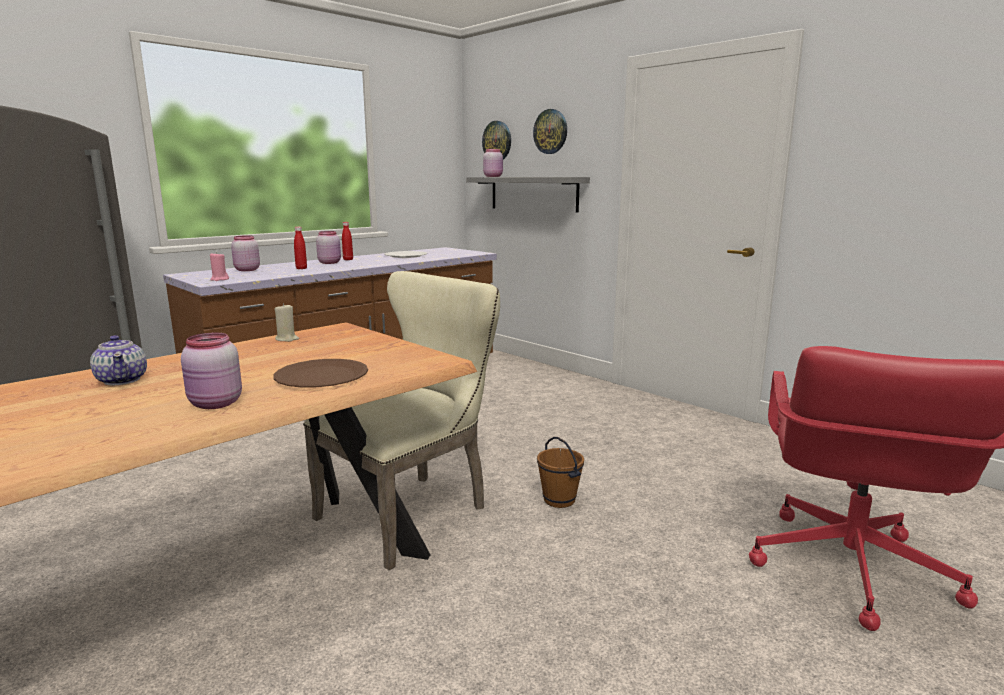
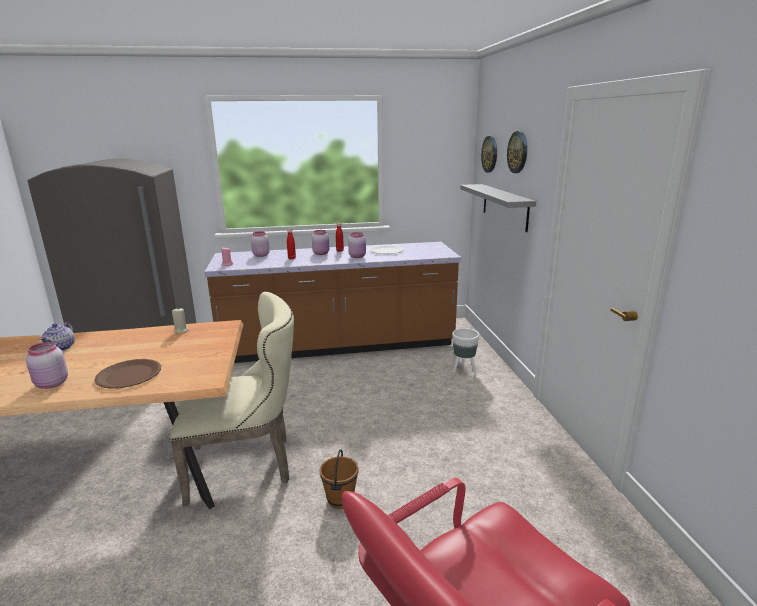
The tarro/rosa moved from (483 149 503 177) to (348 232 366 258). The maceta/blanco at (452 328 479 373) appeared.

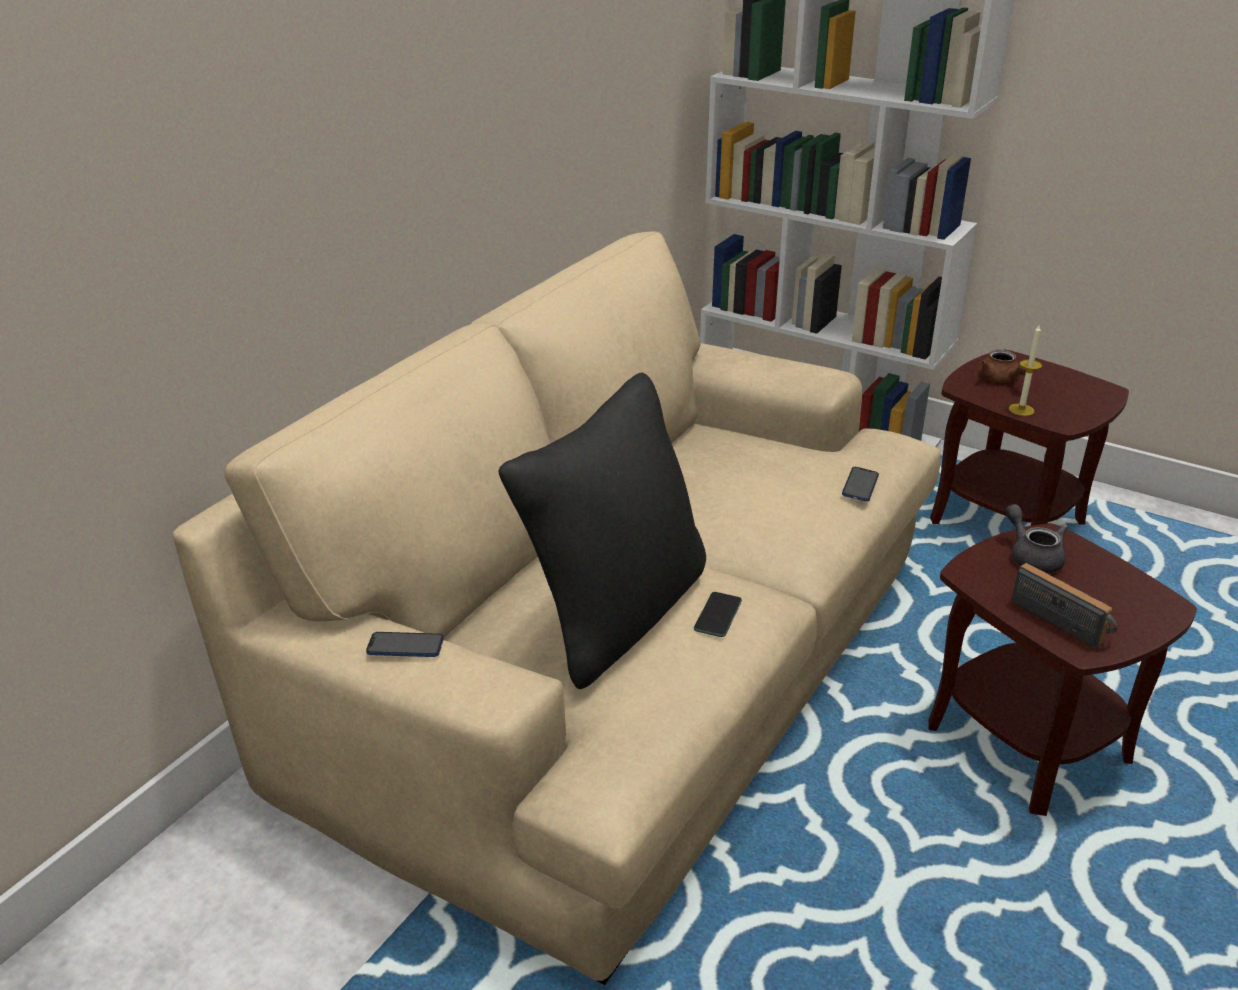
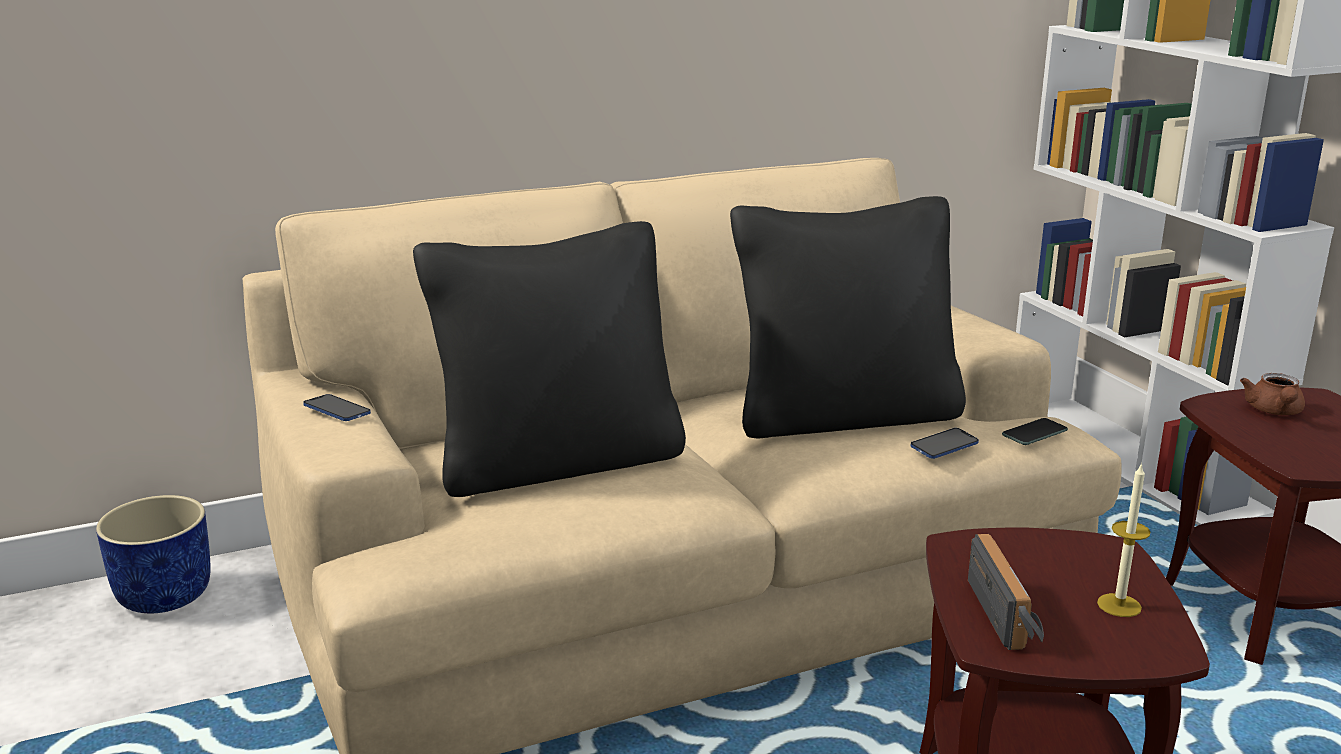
The móvil moved from (694 592 742 637) to (1002 418 1068 445). The tetera/gris at (1006 504 1068 573) disappeared. The vela moved from (1009 325 1042 416) to (1097 463 1150 617). The maceta/azul at (96 495 210 613) appeared. The cojín/negro at (730 196 966 438) appeared.

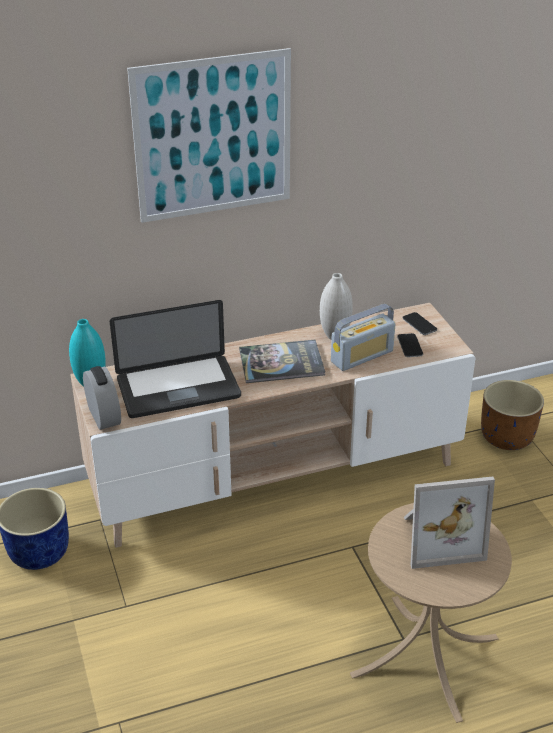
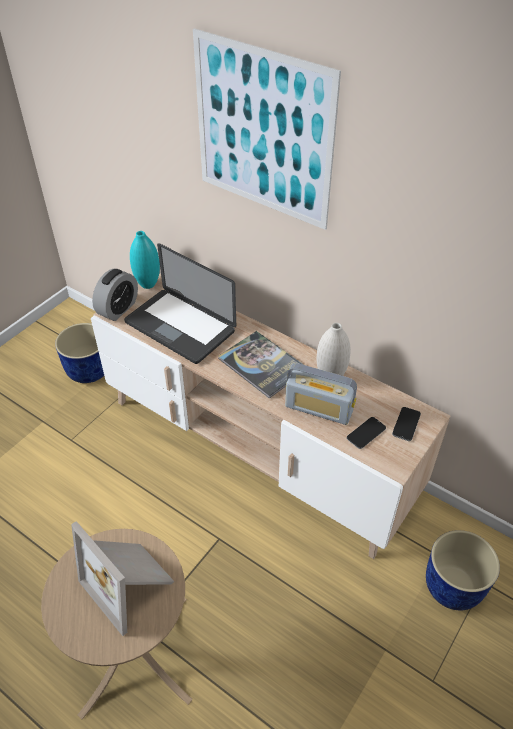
The maceta/marrón at (481 380 544 450) became the maceta/azul at (426 530 500 610).

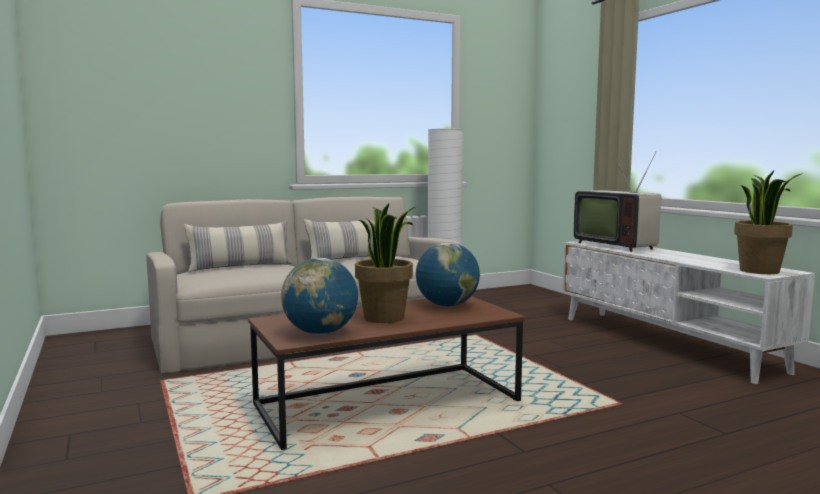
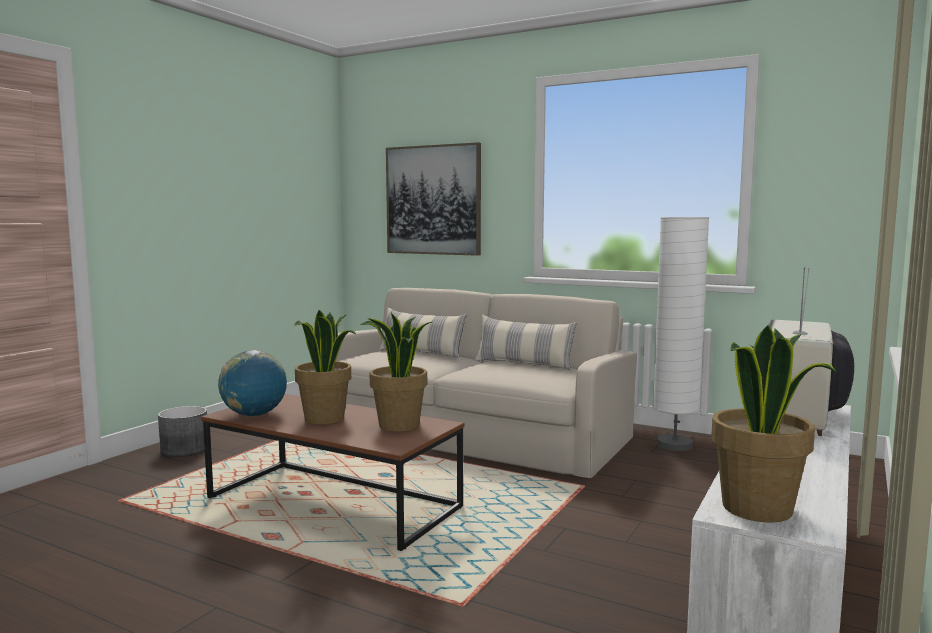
The globo terráqueo at (416 242 480 307) was replaced by the planta en maceta at (360 313 432 432). The maceta/gris at (158 406 207 457) appeared. The cuadro at (386 142 481 256) appeared.

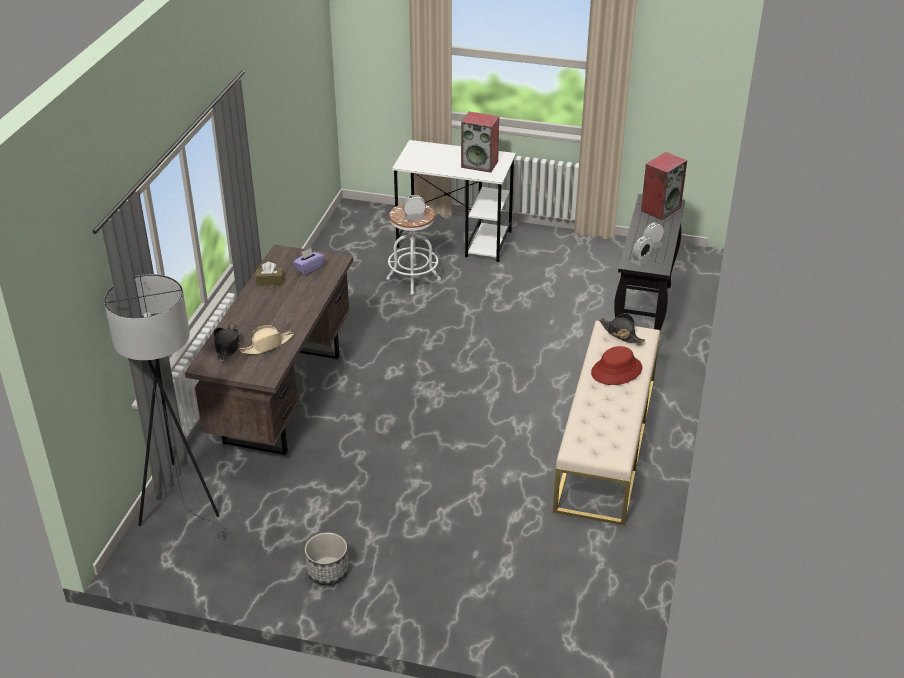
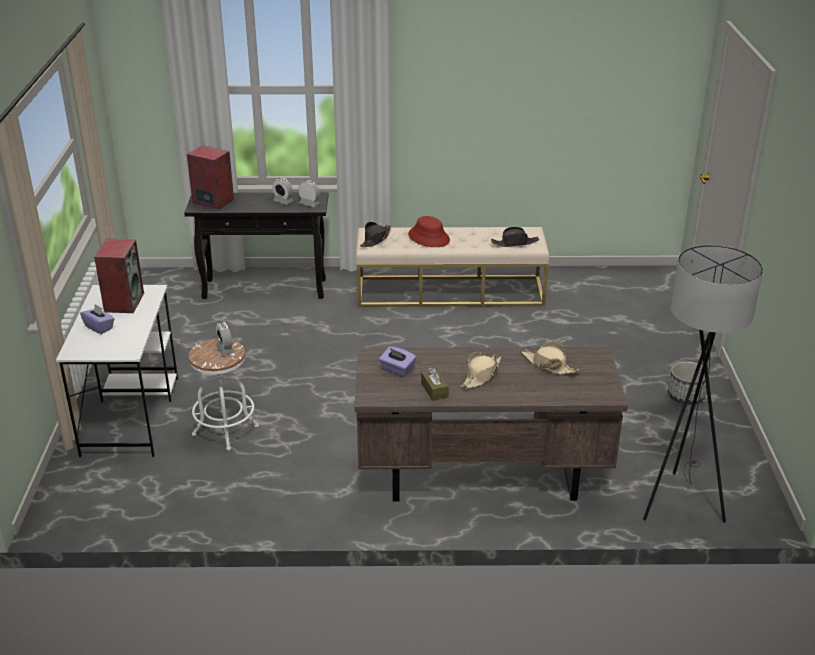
The sombrero/negro moved from (213 324 240 363) to (491 227 539 247). The caja de pañuelos/morado at (80 304 114 334) appeared. The sombrero/beis at (461 352 502 389) appeared.

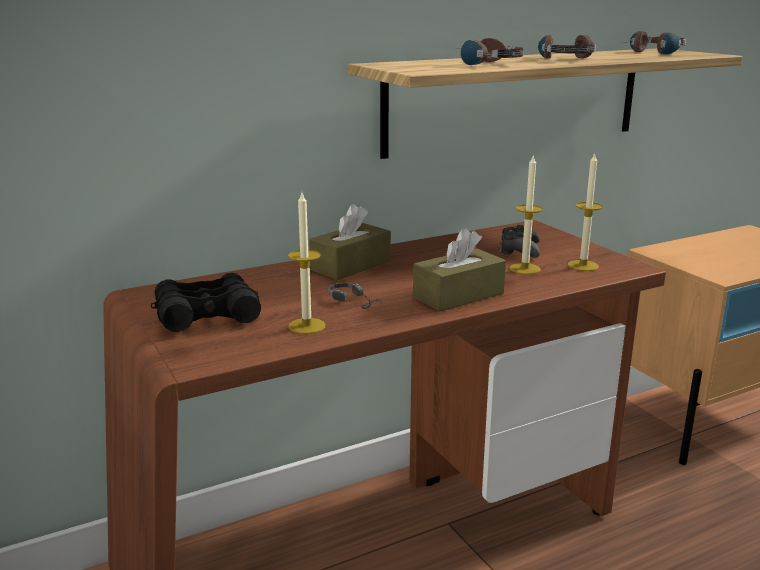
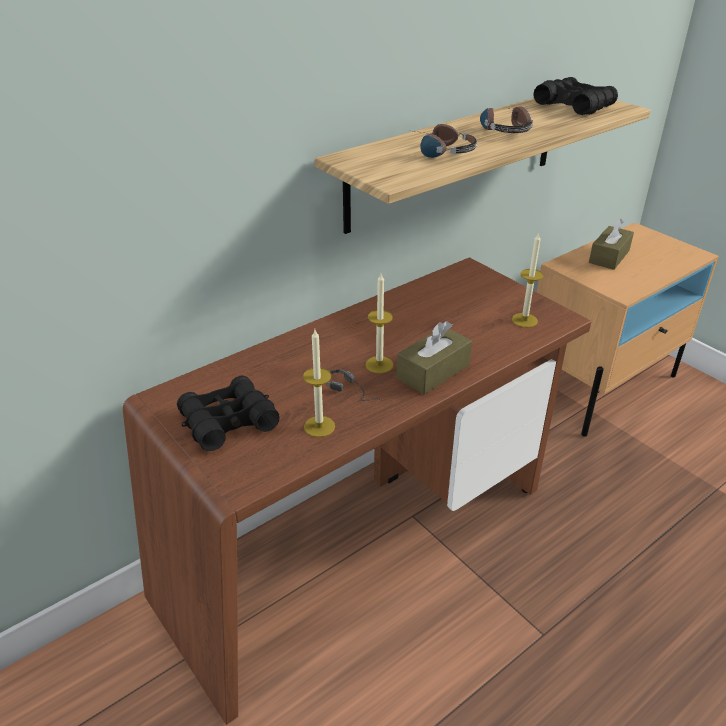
The caja de pañuelos/marrón moved from (309 204 391 280) to (589 219 634 270). The mando de consola/negro at (499 225 540 257) disappeared. The vela moved from (509 156 543 274) to (365 274 394 373). The auriculares at (620 31 686 54) was replaced by the prismáticos/negro at (534 77 618 115).

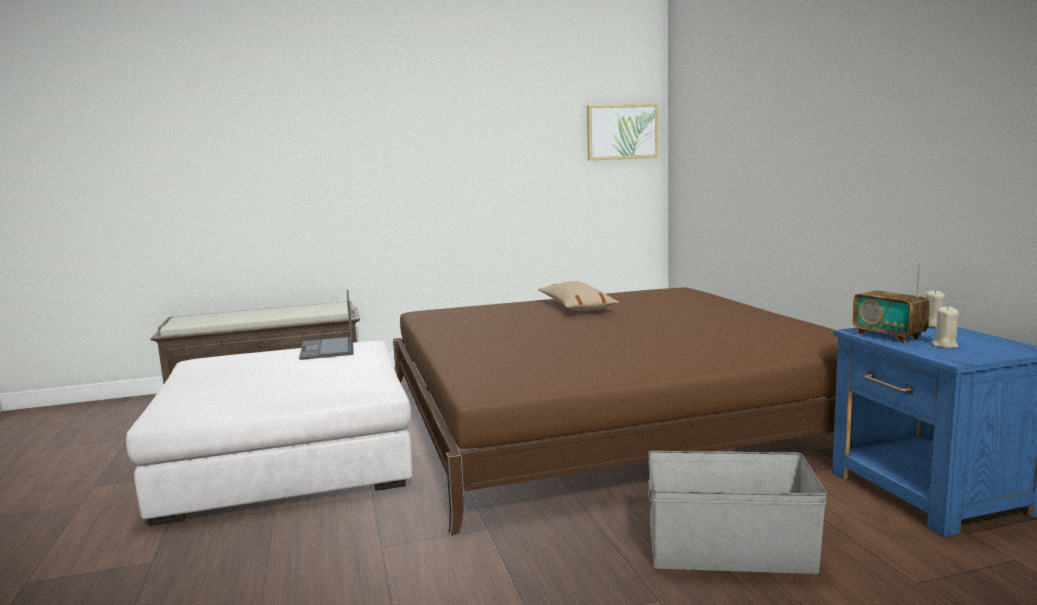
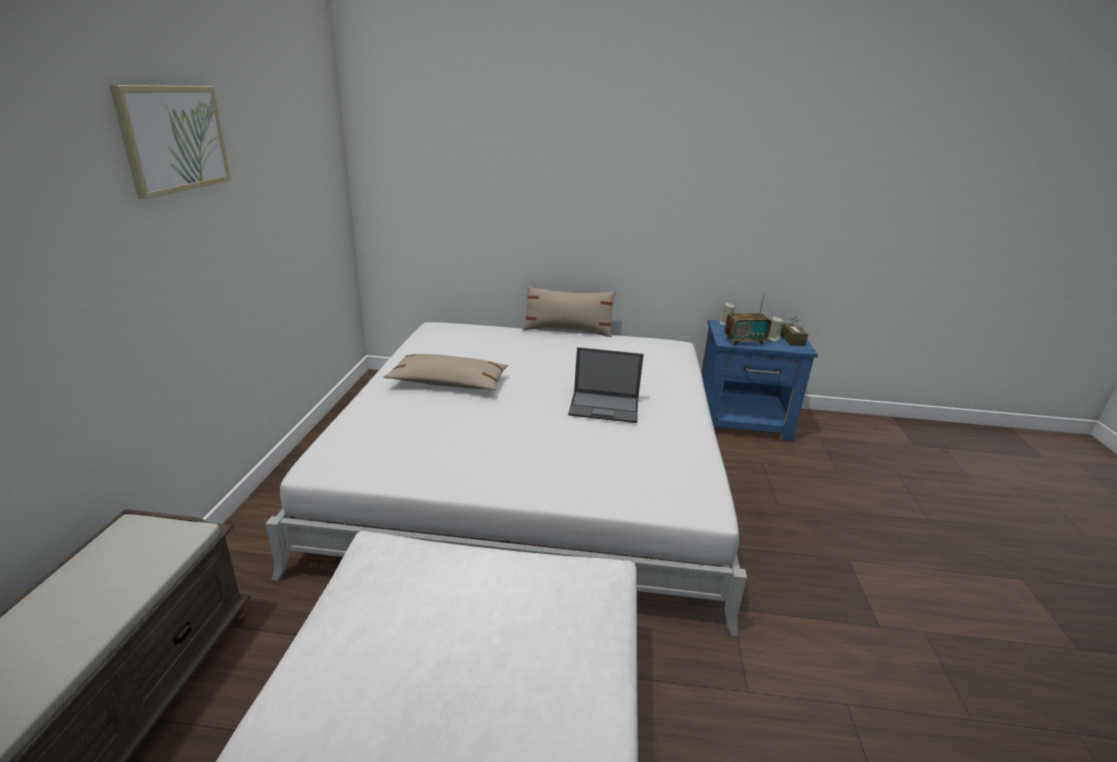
The portátil moved from (299 290 354 360) to (568 347 644 423). The cama/marrón at (393 288 838 536) became the cama/blanco at (265 322 747 636). The cuadro moved from (587 103 658 160) to (109 85 231 199). The caja de almacenaje/gris at (648 451 827 574) disappeared. The cojín/beis at (523 286 616 337) appeared. The caja de pañuelos/marrón at (780 317 808 346) appeared.

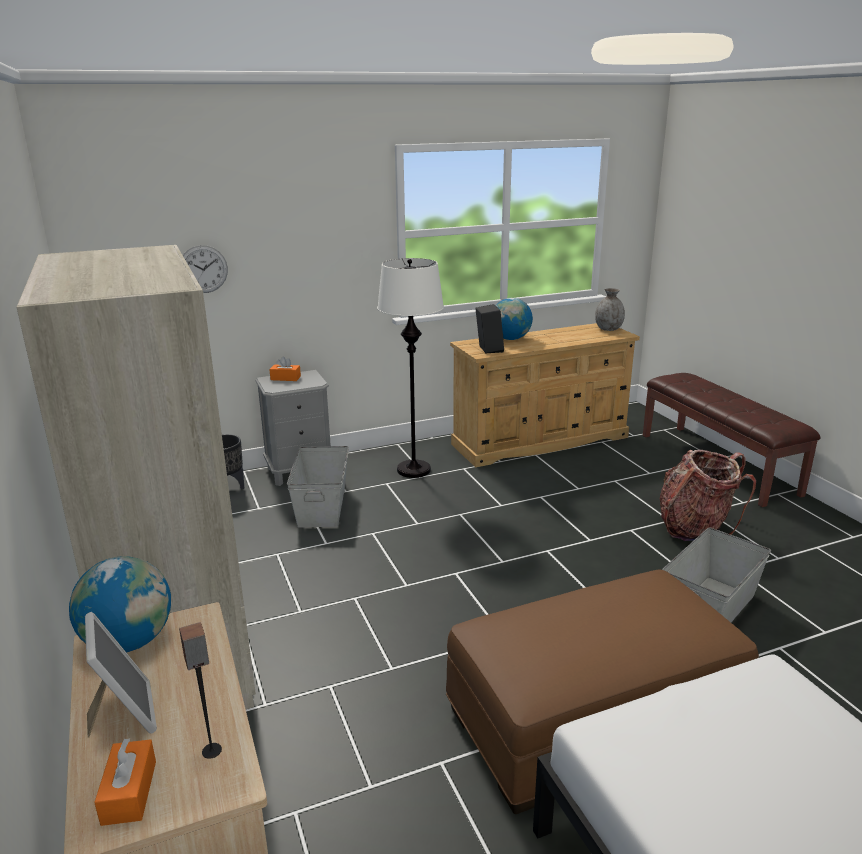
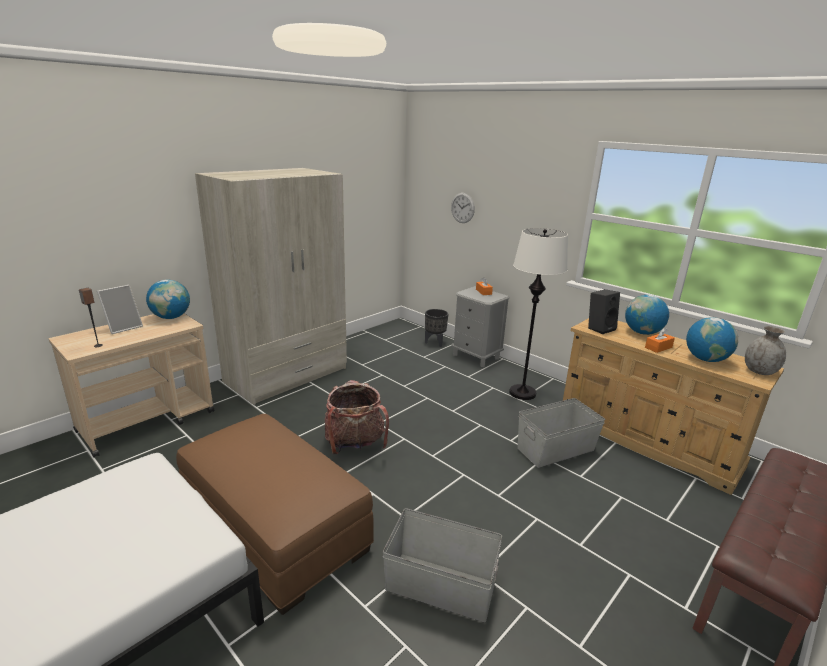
The caja de pañuelos/naranja moved from (94 738 156 826) to (645 328 675 353). The caja de almacenaje/gris moved from (287 446 349 527) to (518 398 605 468). The mochila moved from (660 450 756 541) to (325 380 389 454). The globo terráqueo at (686 317 738 362) appeared.

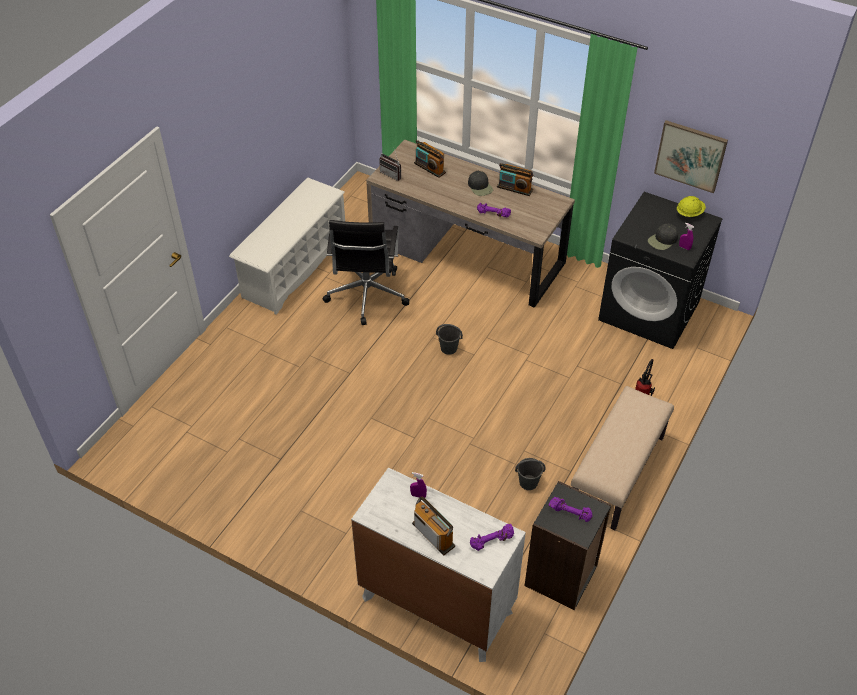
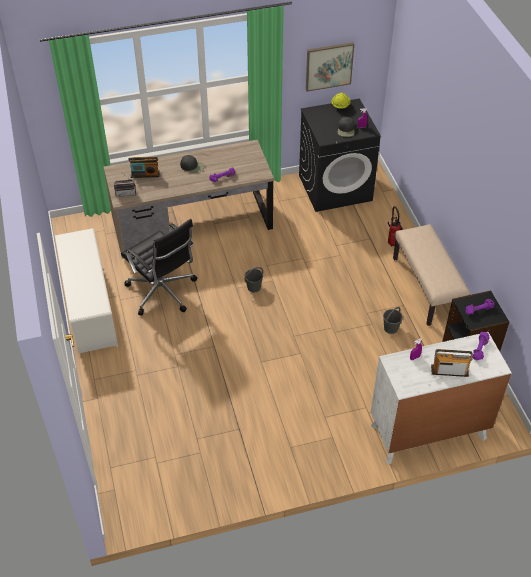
The radio at (497 163 533 196) disappeared.

